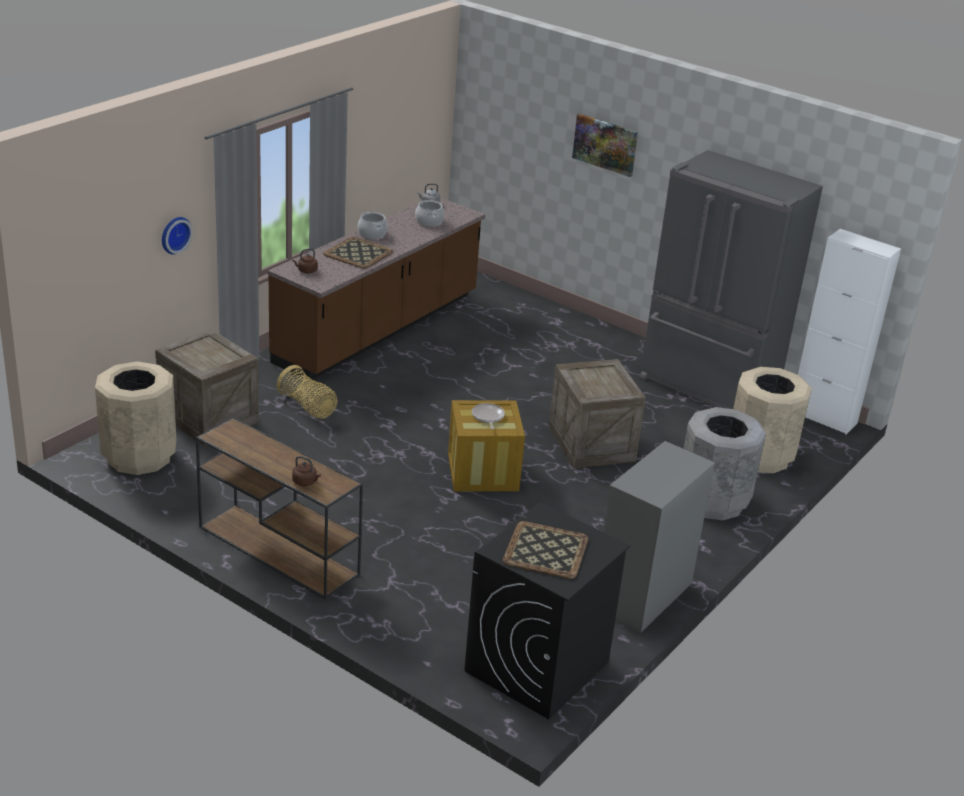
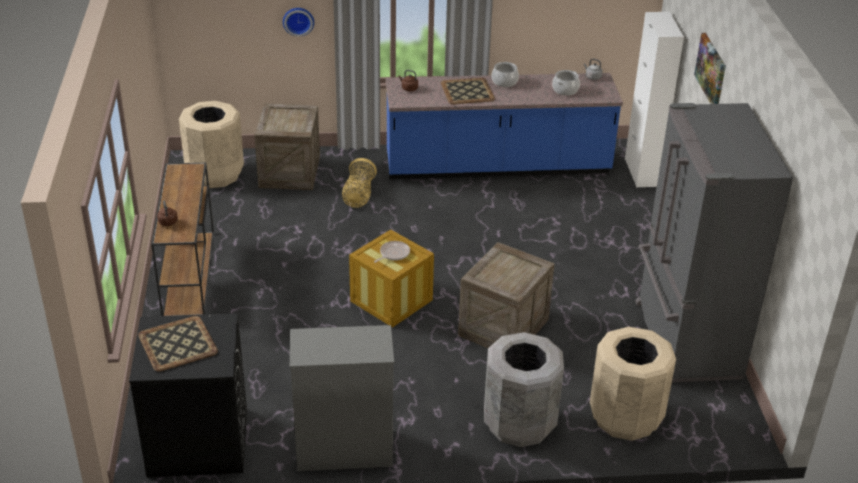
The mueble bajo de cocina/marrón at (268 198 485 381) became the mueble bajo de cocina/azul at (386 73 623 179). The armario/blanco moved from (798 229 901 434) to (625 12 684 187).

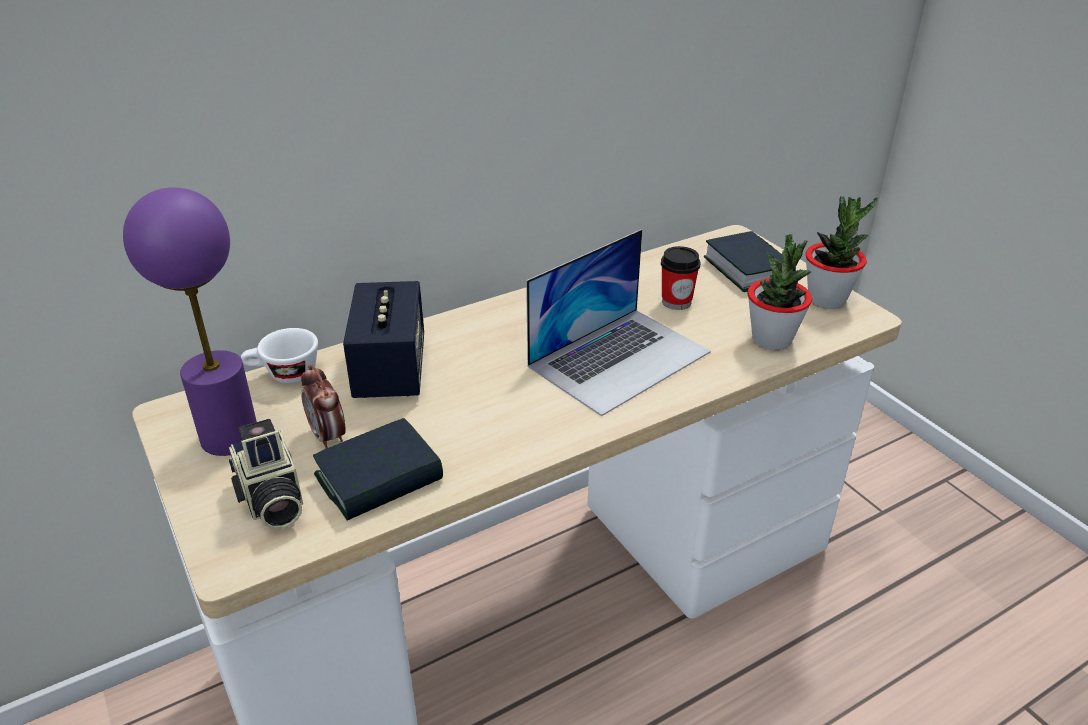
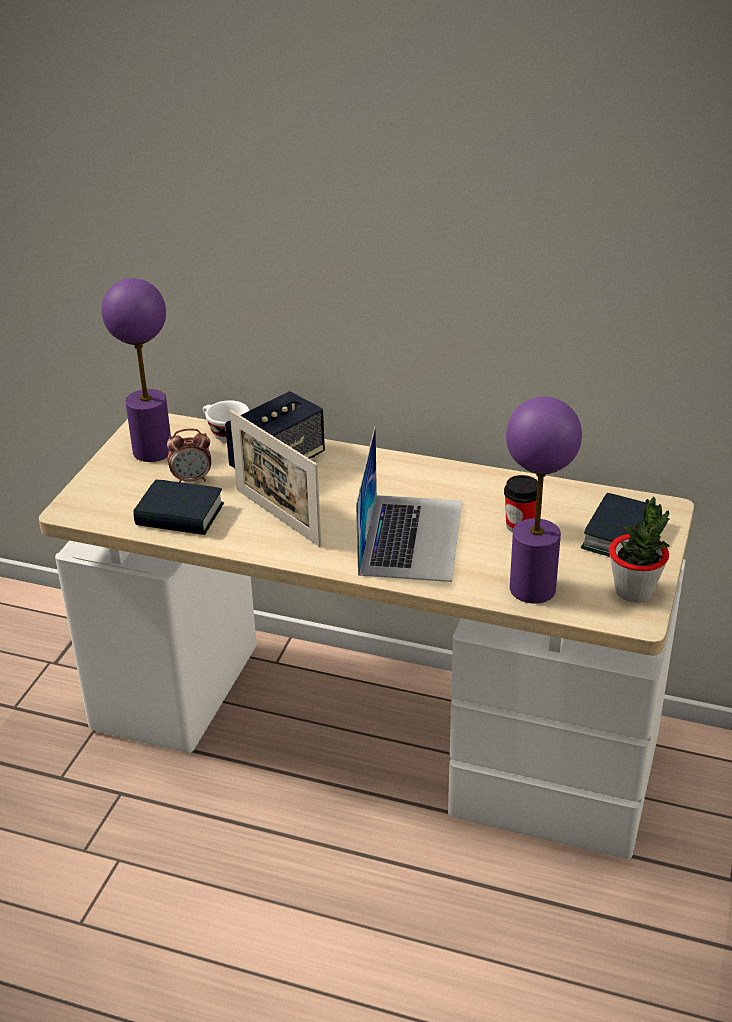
The cámara at (229 419 303 529) disappeared. The despertador at (301 365 346 449) turned 120 degrees counterclockwise. The portátil at (526 229 711 416) turned 90 degrees counterclockwise. The planta en maceta at (747 234 812 350) was replaced by the lámpara de mesa/morado at (506 397 582 603). The portarretratos at (230 410 321 547) appeared.

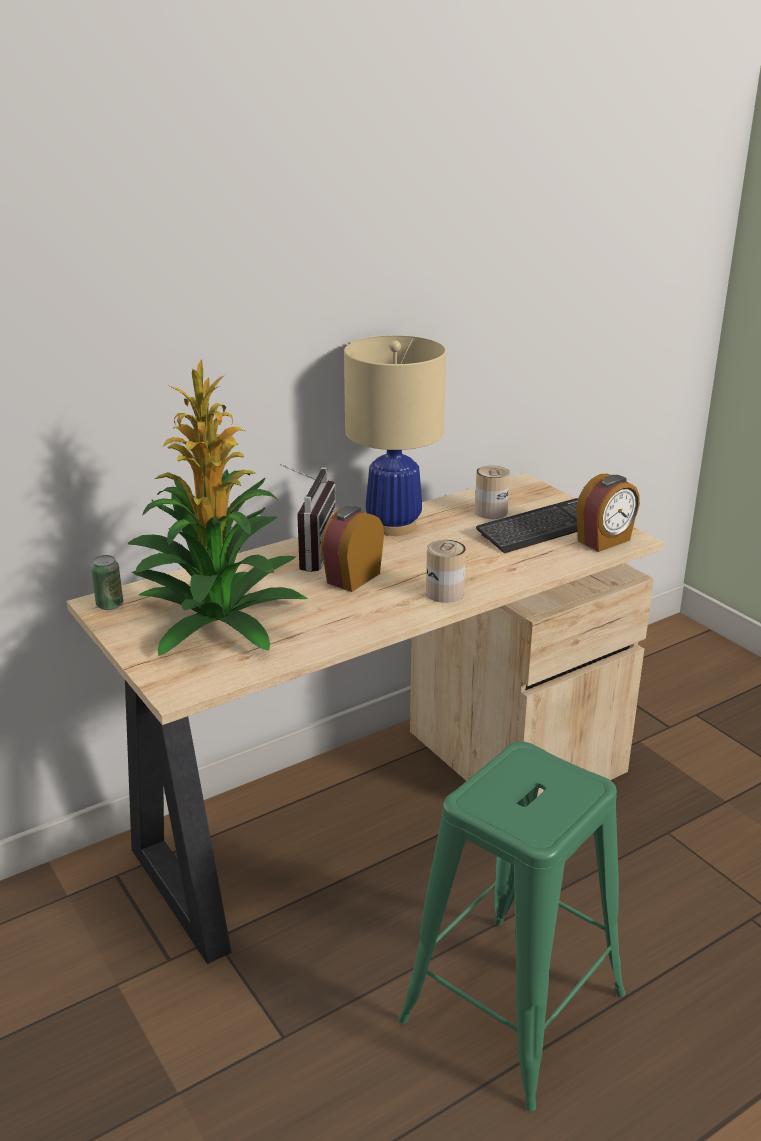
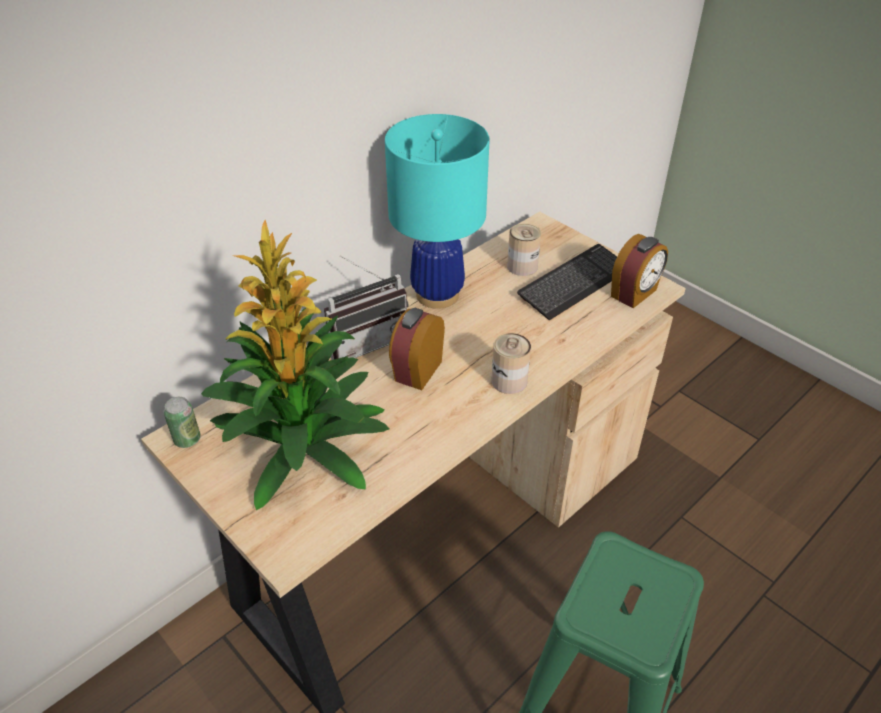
The radio at (280 464 336 572) turned 60 degrees clockwise. The lámpara de mesa/beis at (344 335 446 536) became the lámpara de mesa/turquesa at (385 114 490 309).

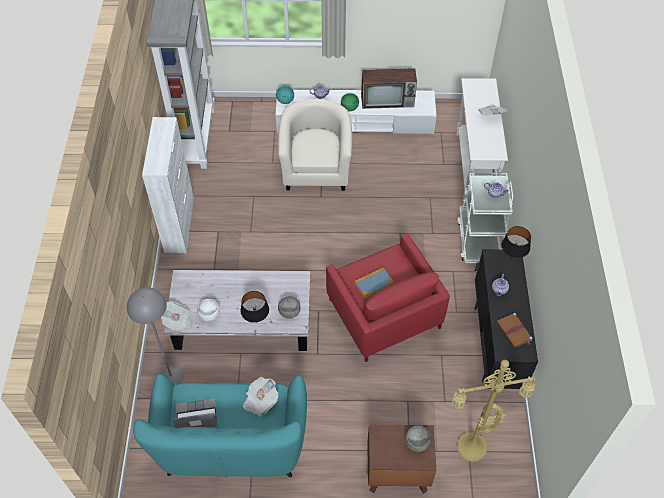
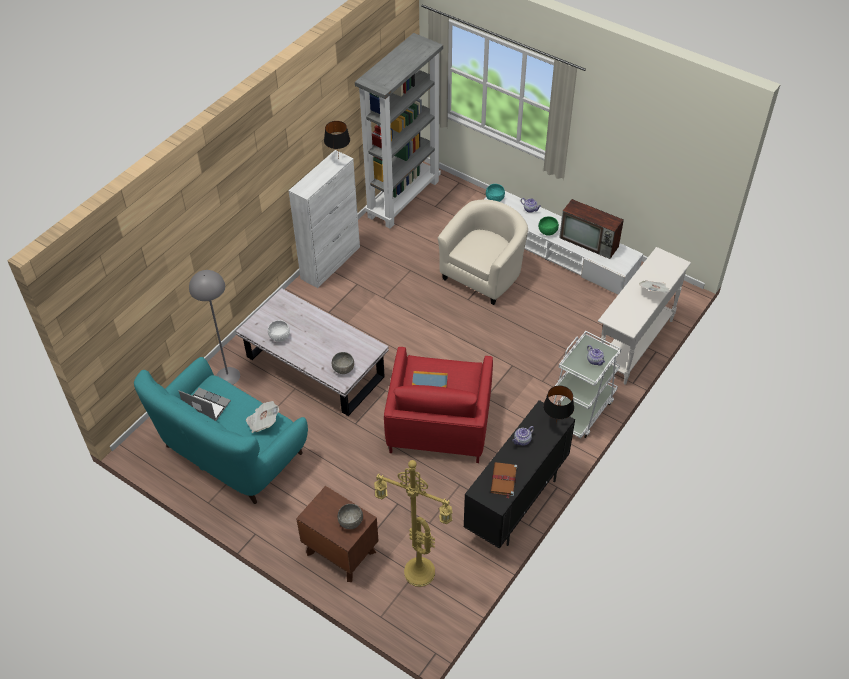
The periódico at (161 301 195 331) disappeared. The lámpara de mesa/negro moved from (241 291 269 323) to (324 121 350 158).

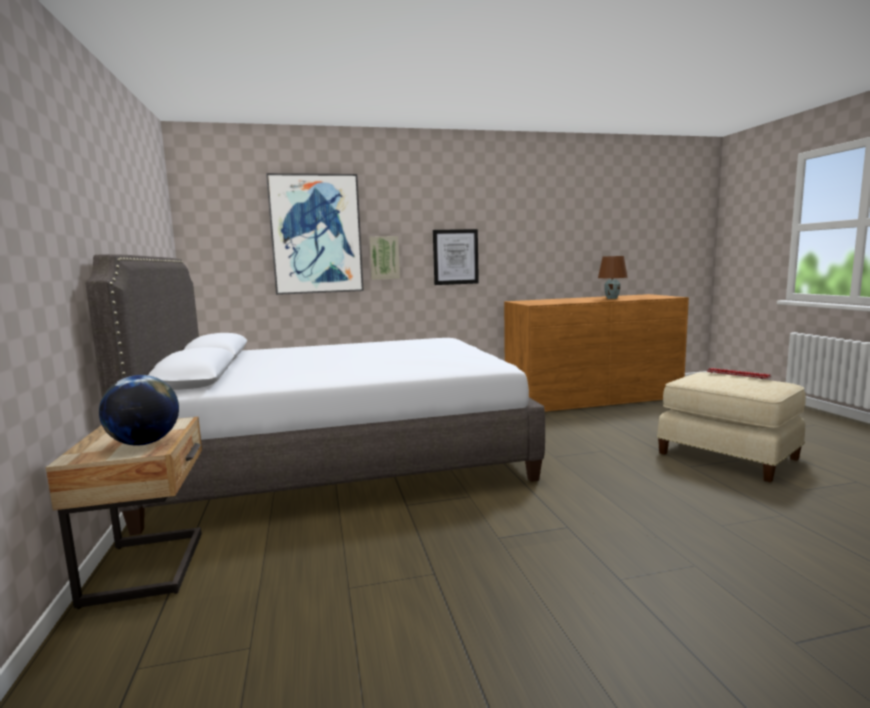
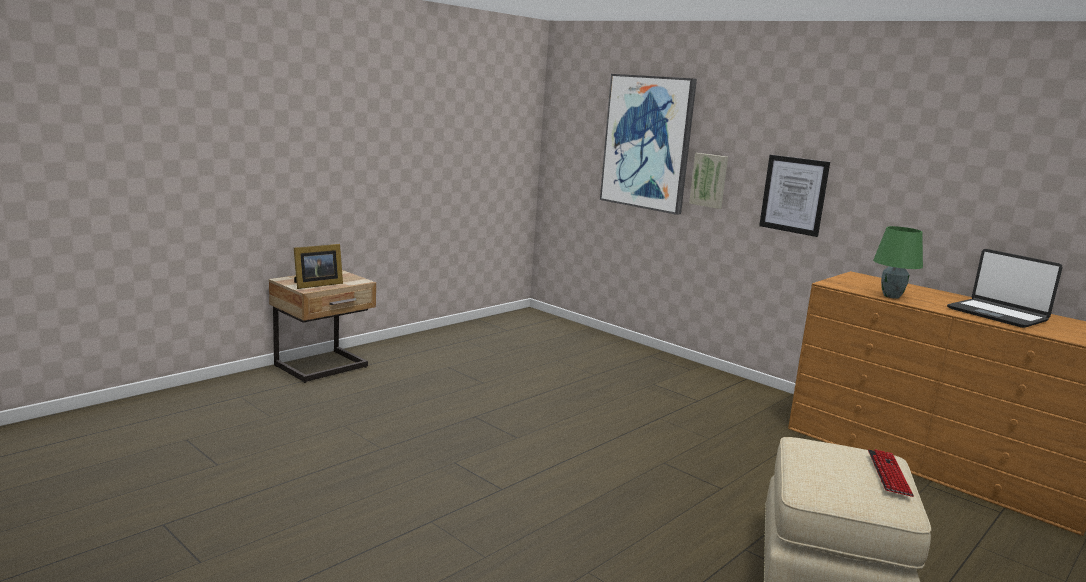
The cama/gris at (85 254 545 535) disappeared. The globo terráqueo at (99 375 179 445) was replaced by the portarretratos at (294 244 343 289). The lámpara de mesa/marrón at (598 256 628 299) was replaced by the portátil at (947 249 1062 328). The lámpara de mesa/verde at (873 226 923 299) appeared.

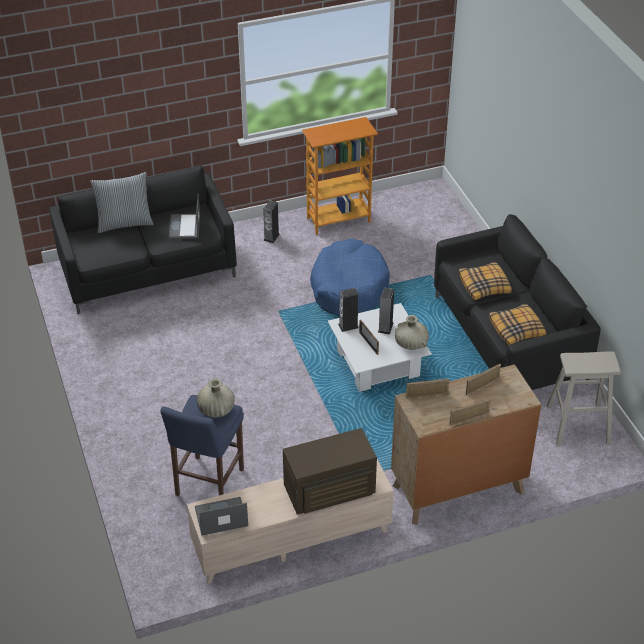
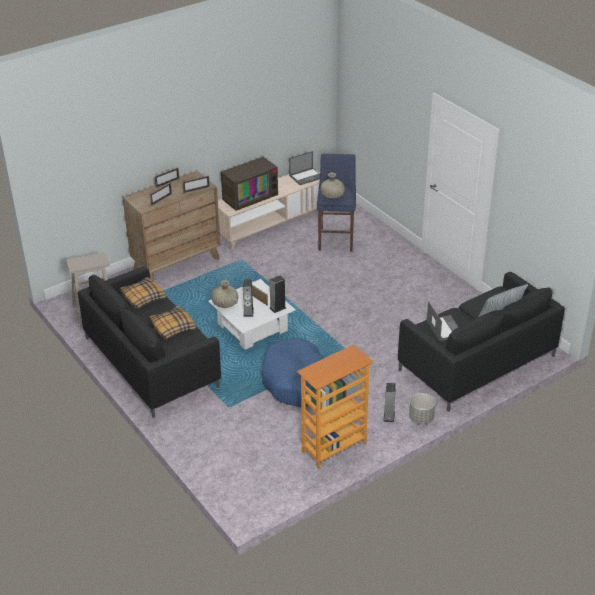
The maceta/gris at (409 393 435 424) appeared.

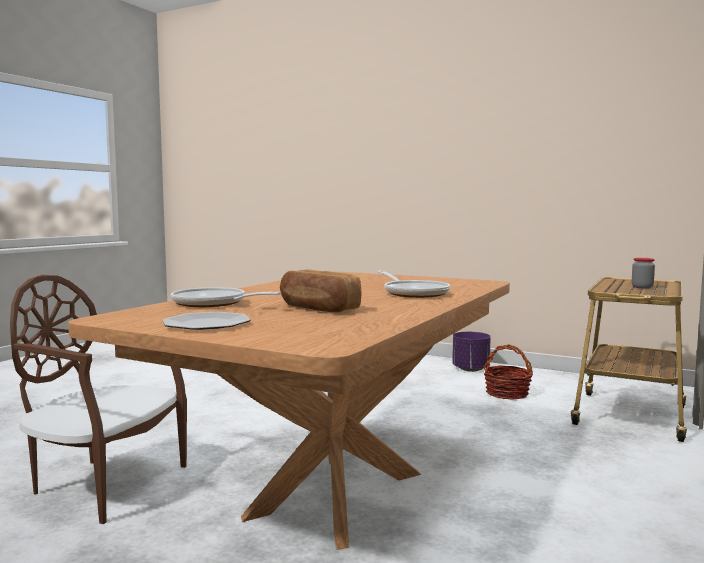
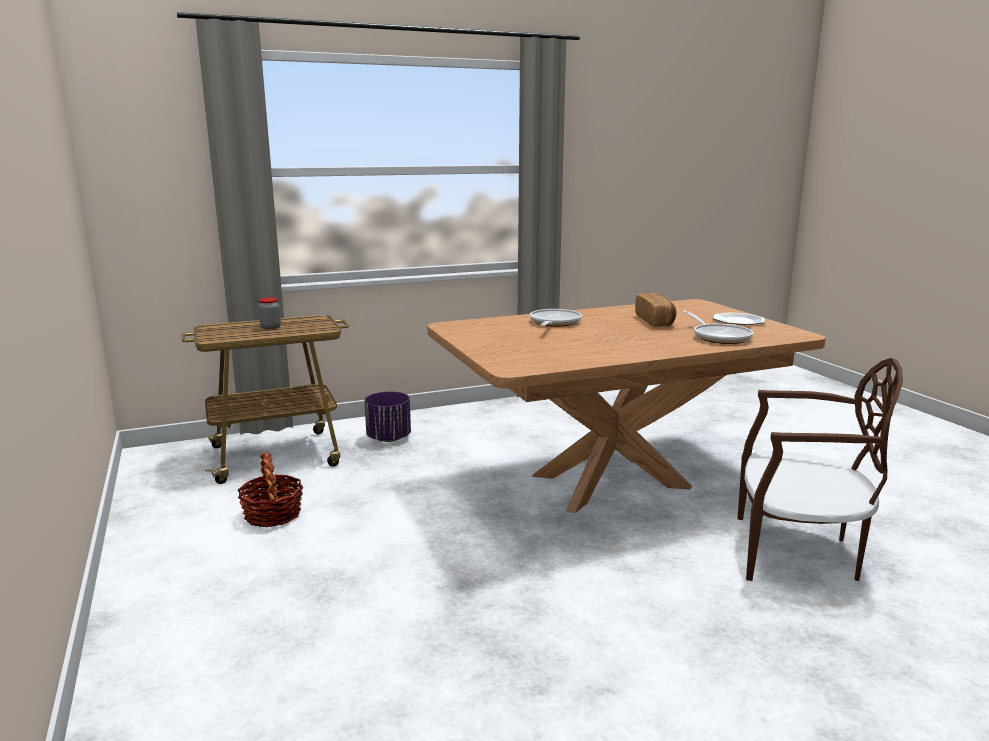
The silla/marrón at (10 275 187 524) turned 45 degrees counterclockwise. The maceta/morado moved from (452 332 491 372) to (364 391 411 442).

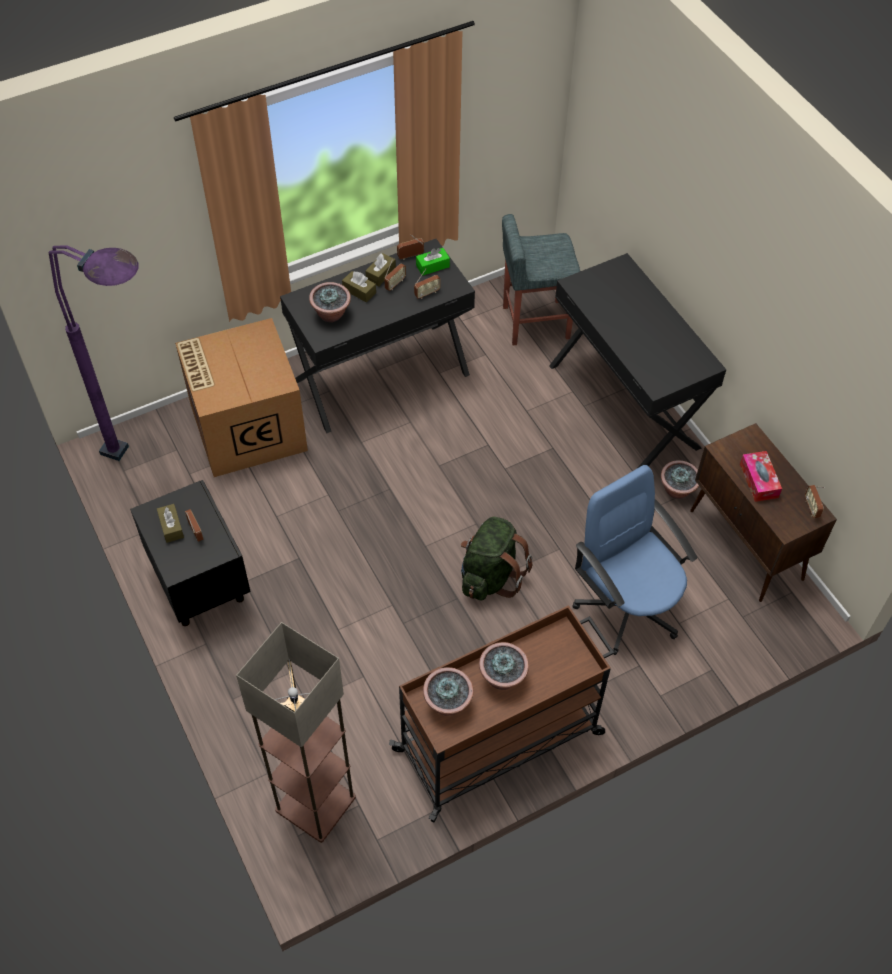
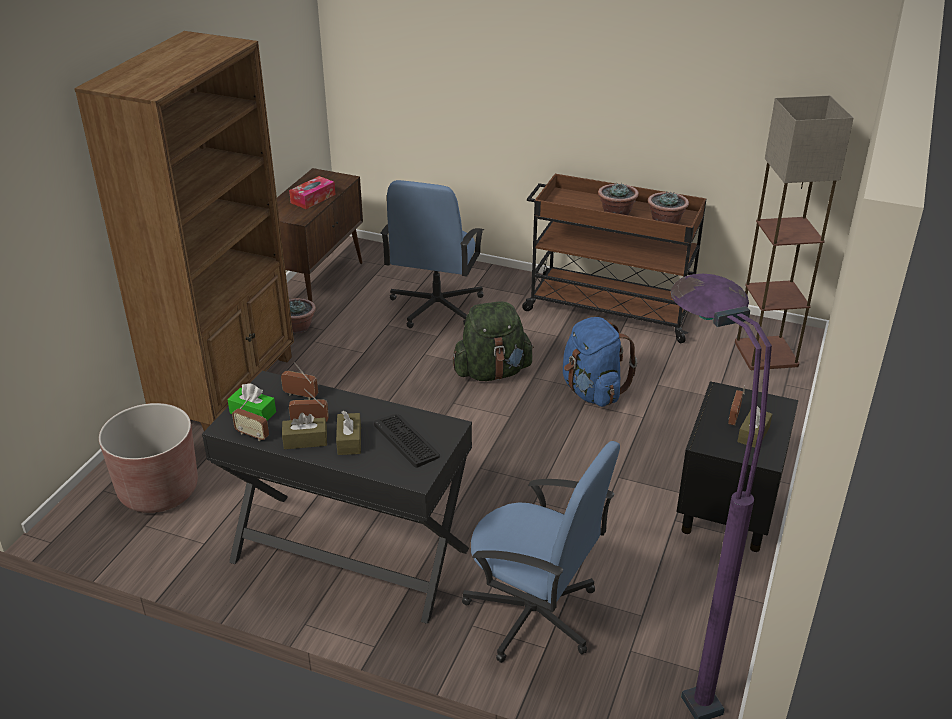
The caja de cartón at (175 318 308 477) was replaced by the silla de oficina/azul at (462 441 620 663). The planta en maceta at (309 282 351 322) was replaced by the teclado at (374 414 440 468). The taburete/gris at (502 214 580 346) was replaced by the maceta/marrón at (99 403 198 513). The escritorio/negro at (549 253 726 468) was replaced by the estantería/marrón at (74 31 294 431). The radio at (805 485 825 518) disappeared. The mochila/azul at (563 317 637 407) appeared.

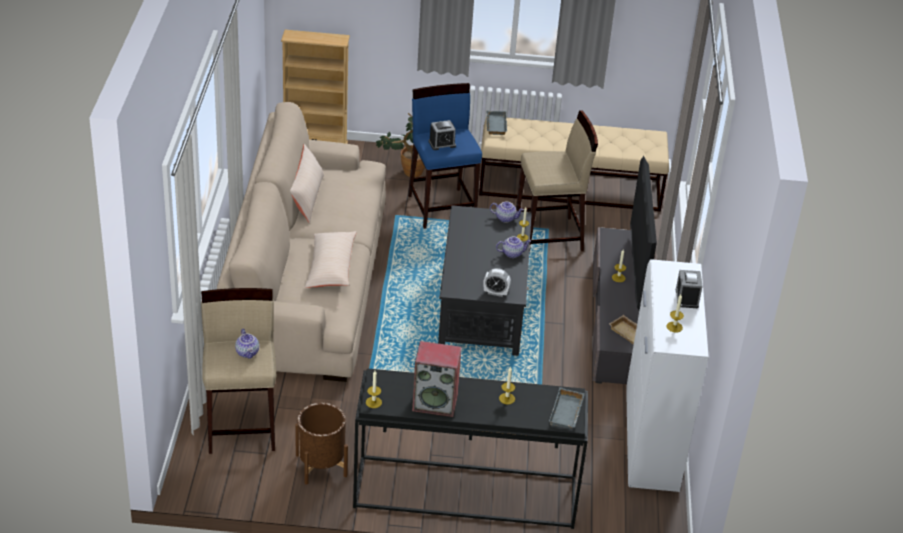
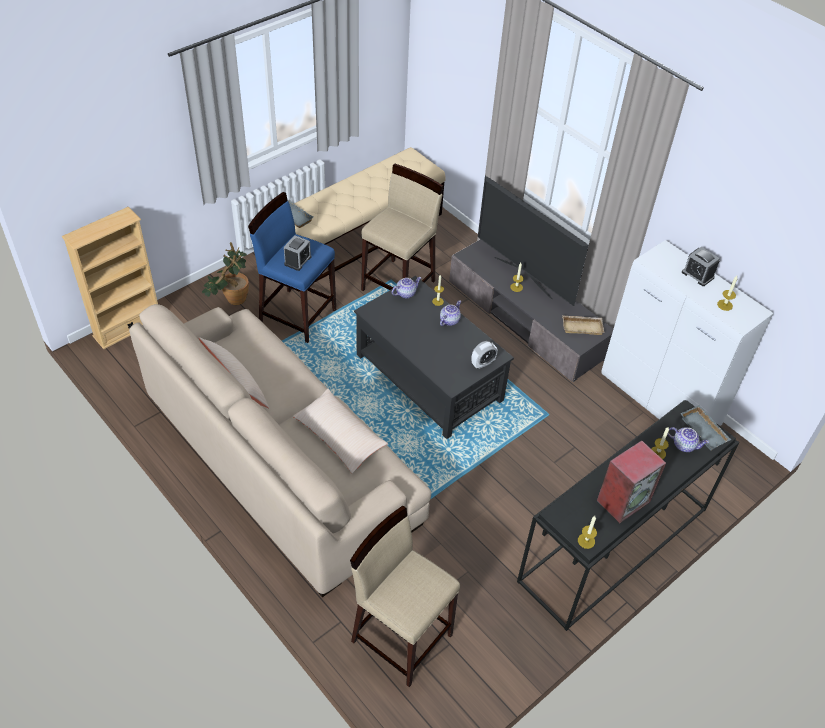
The tetera moved from (235 328 259 359) to (668 427 709 452). The maceta/marrón at (295 403 348 485) disappeared.

